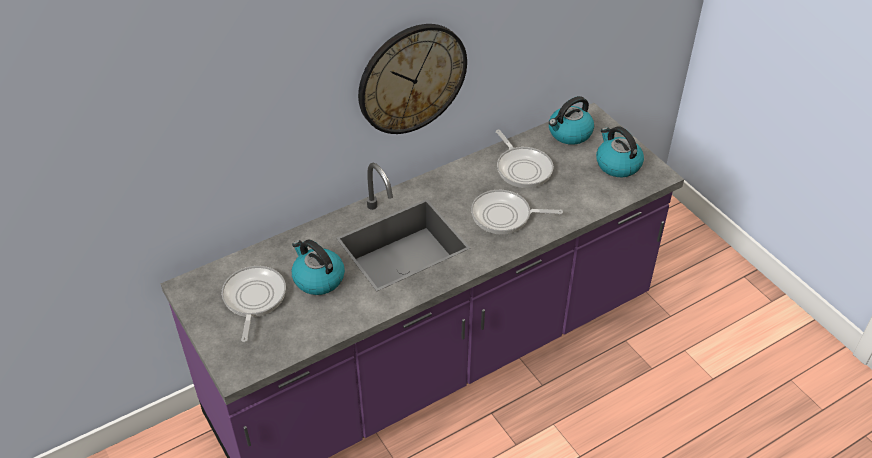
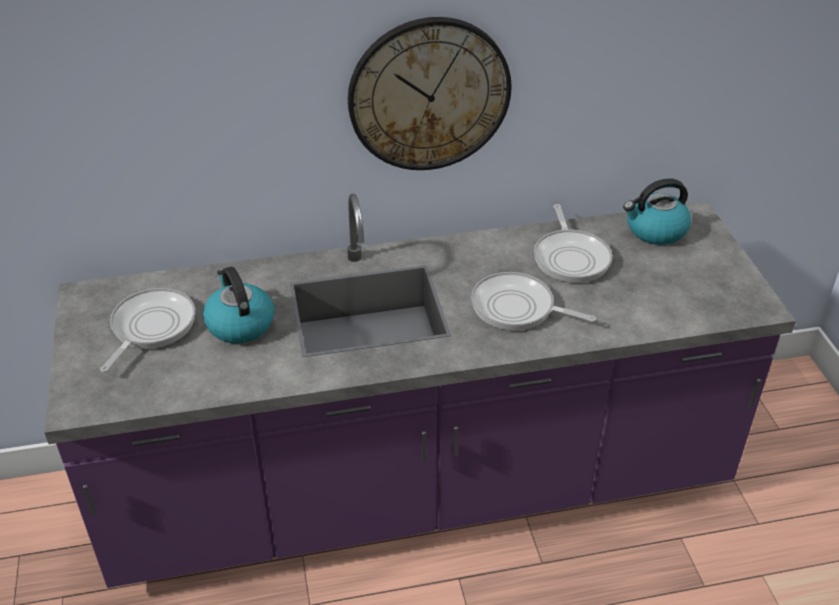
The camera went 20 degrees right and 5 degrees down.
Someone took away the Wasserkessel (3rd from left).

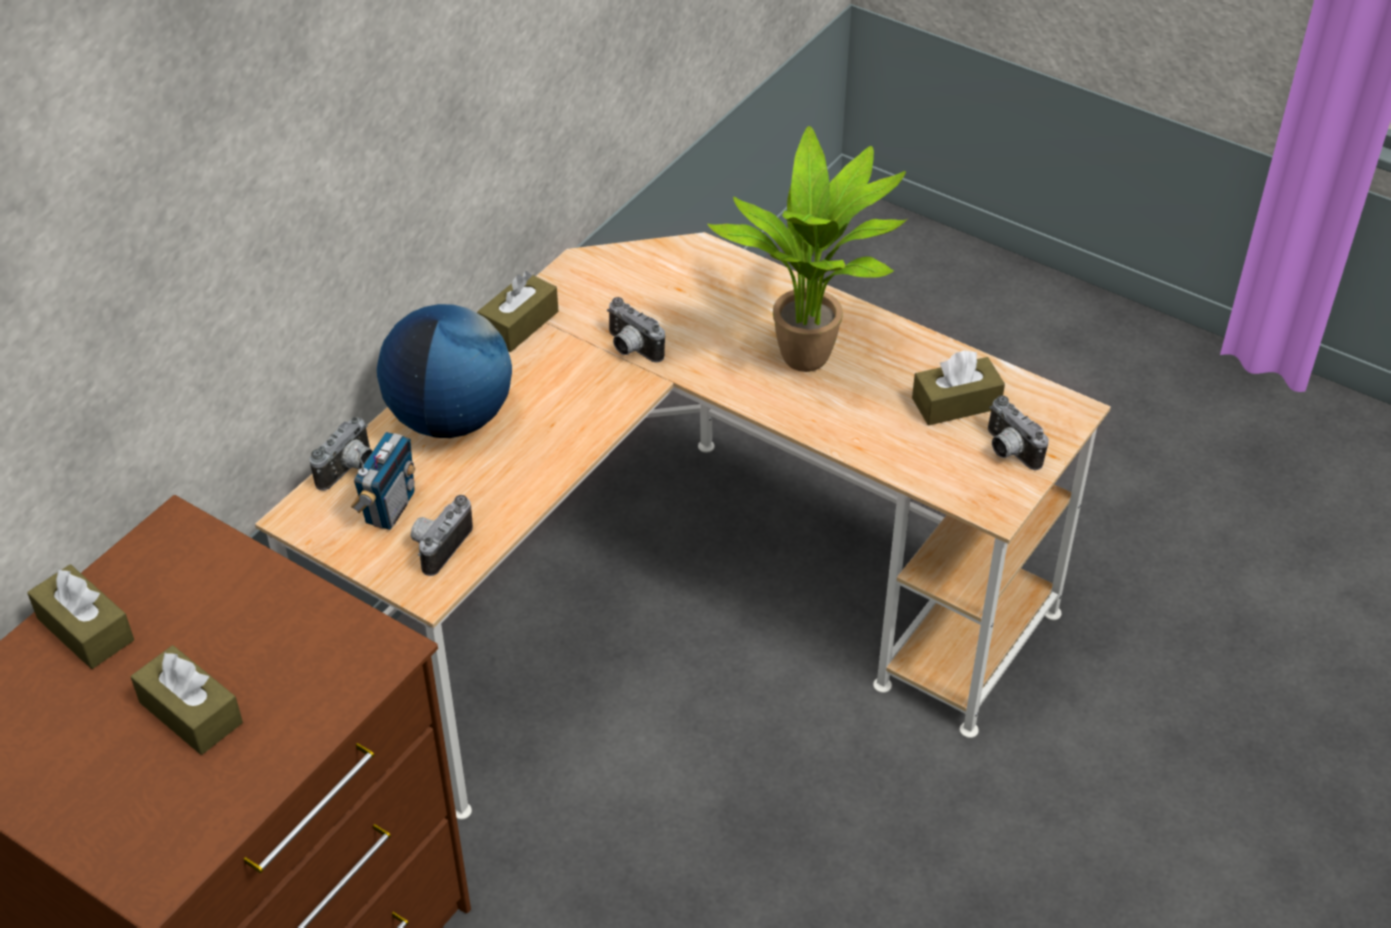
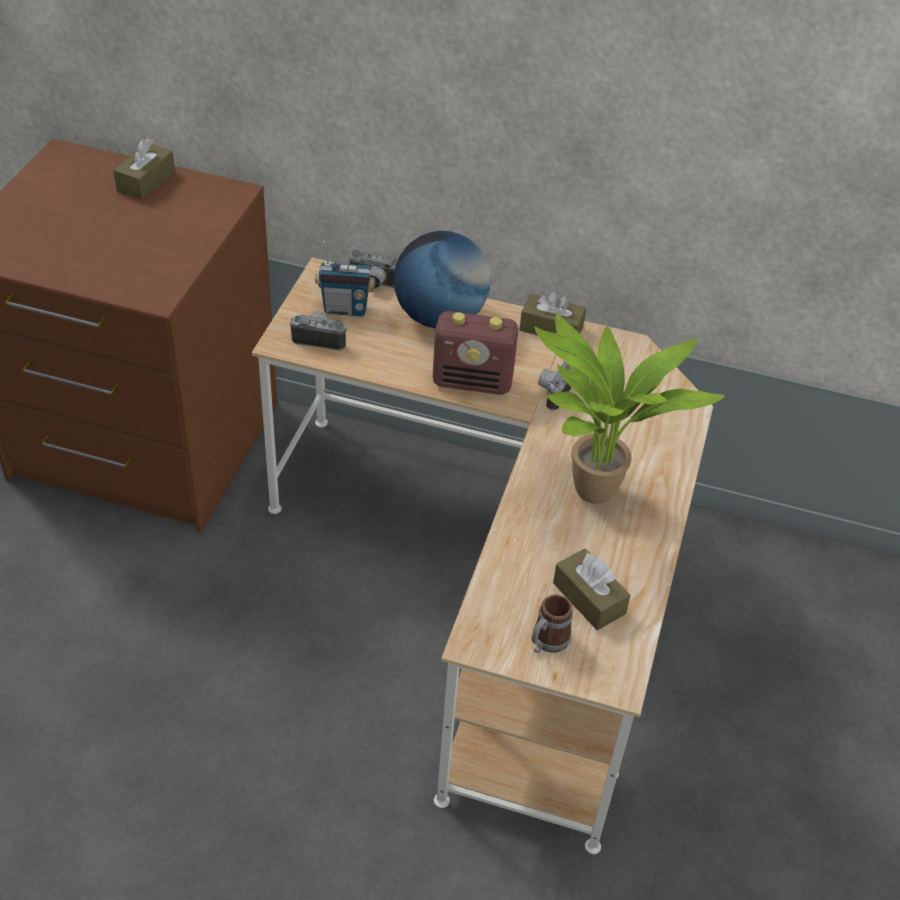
The camera went 70 degrees right and 0 degrees up.
Someone took away the Taschentuchbox (braun) (2nd from left).
Someone put down the Radio (2nd from left).
Someone swapped the Kamera (4th from left) for the Henkelbecher.

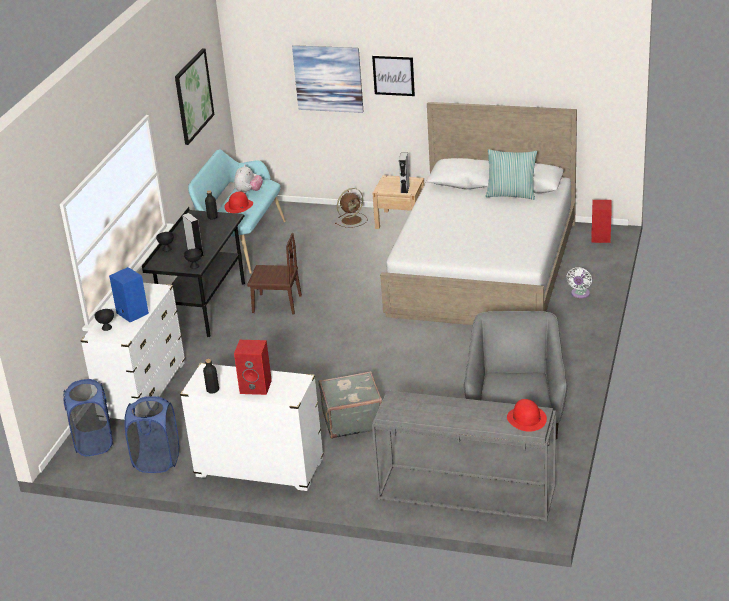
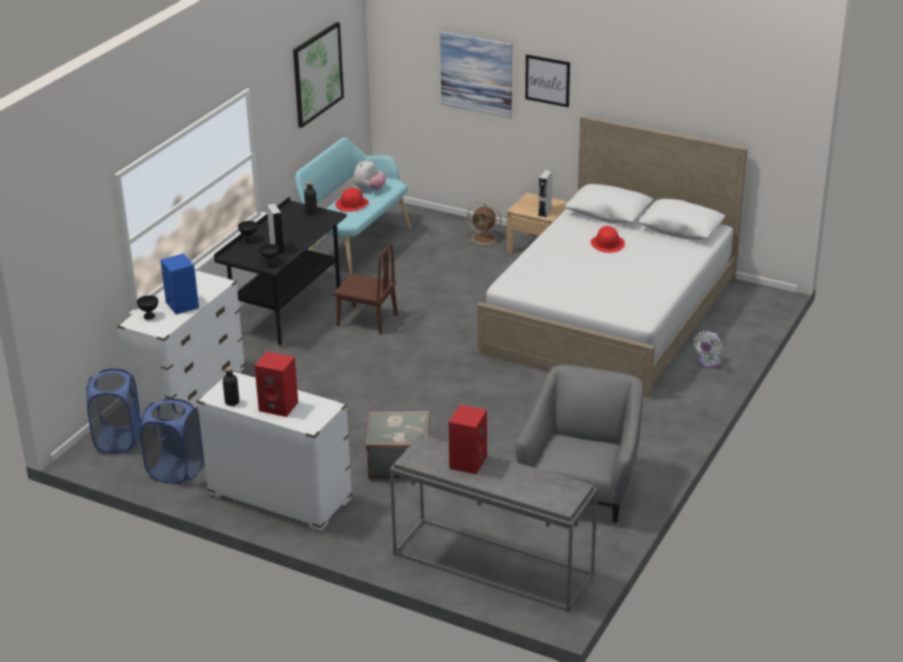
The camera went 10 degrees right and 0 degrees up.
Someone took away the Kissen.
Someone carried the Hut (rot) (2nd from left).
Someone carried the Lautsprecher (rot) (2nd from left).
Someone rotated the Ventilator (braun) by 45 degrees clockwise.

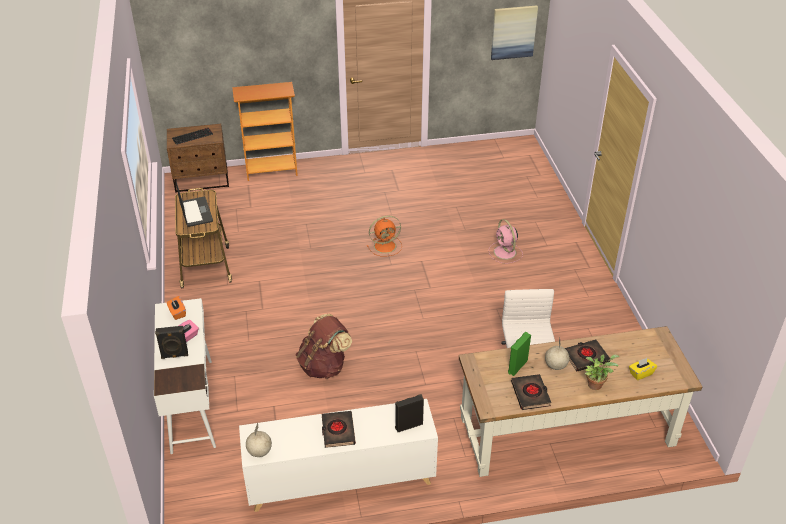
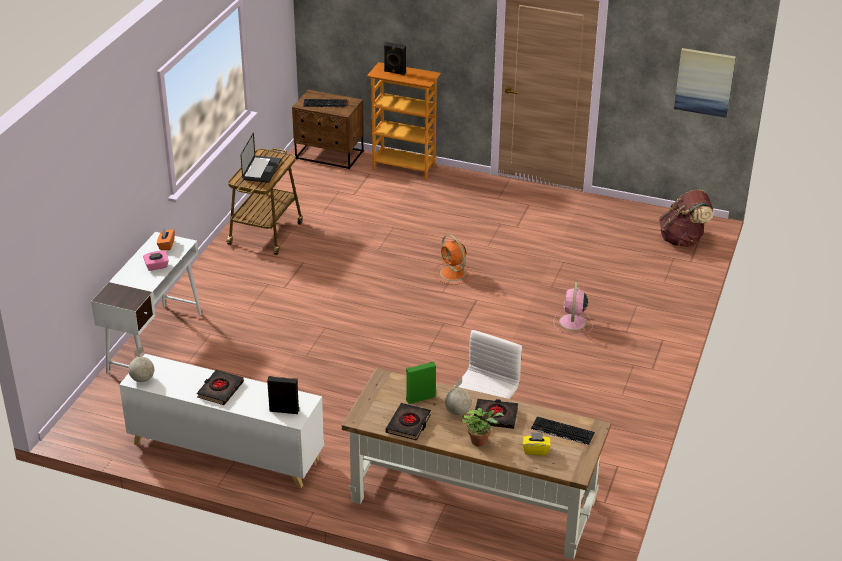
The camera went 30 degrees right and 5 degrees down.
Someone put down the Tastatur (2nd from left).
Someone carried the Lautsprecher (schwarz) (1st from left in the first image).
Someone carried the Rucksack (braun).
Someone rotated the Ventilator (orange) by 45 degrees clockwise.

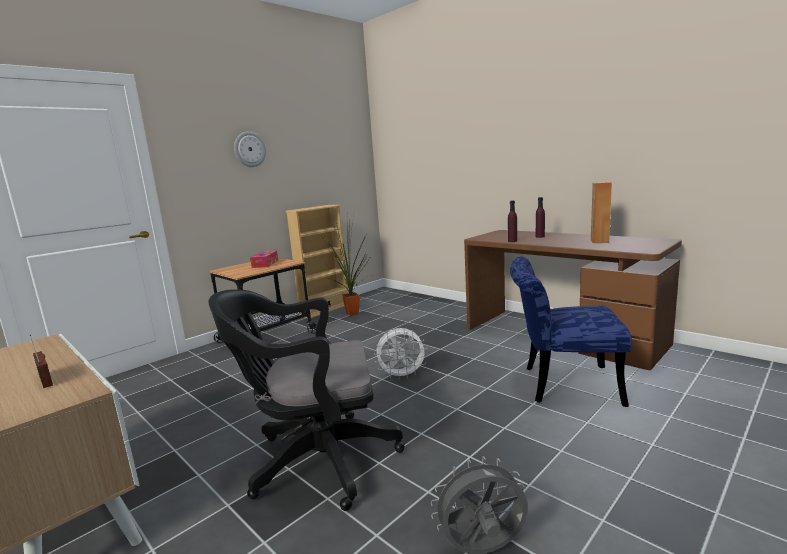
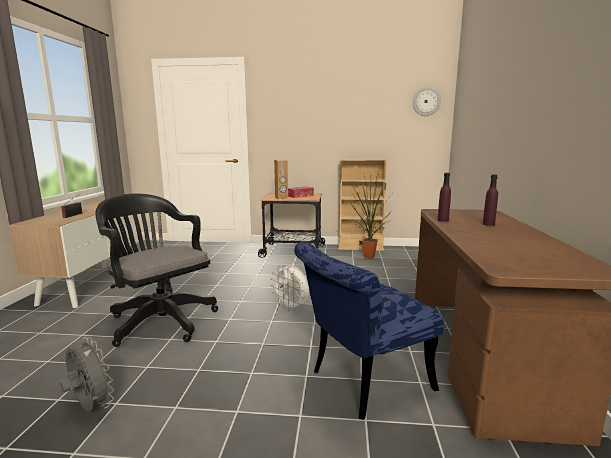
The camera went 50 degrees right and 0 degrees up.
Someone carried the Wanduhr.
Someone carried the Lautsprecher (braun).
Someone rotated the Stuhl (blau) by 90 degrees counterclockwise.

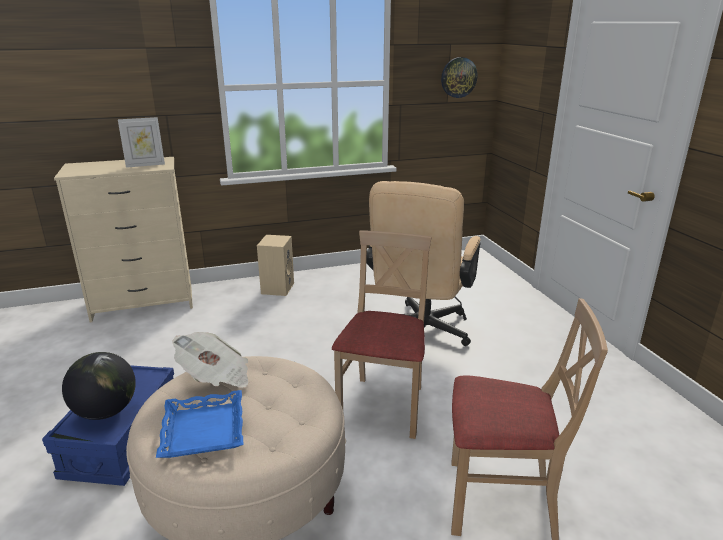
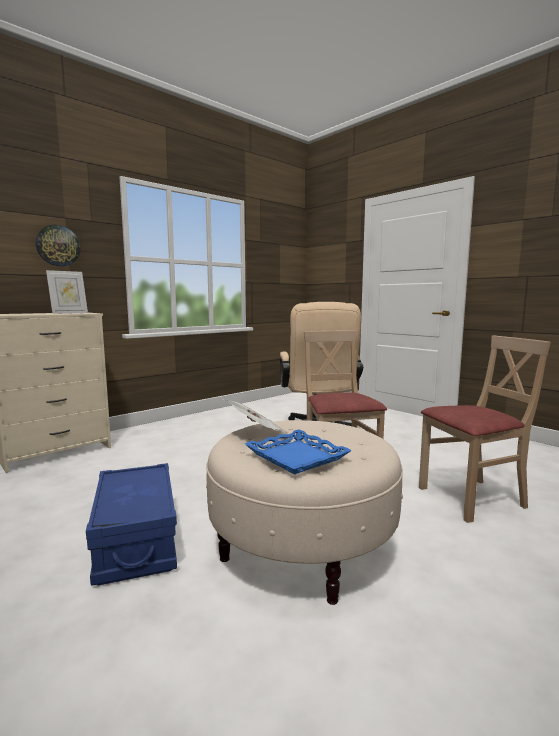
The camera went 25 degrees left and 15 degrees down.
Someone took away the Globus.
Someone took away the Lautsprecher (beige).
Someone carried the Wanduhr.

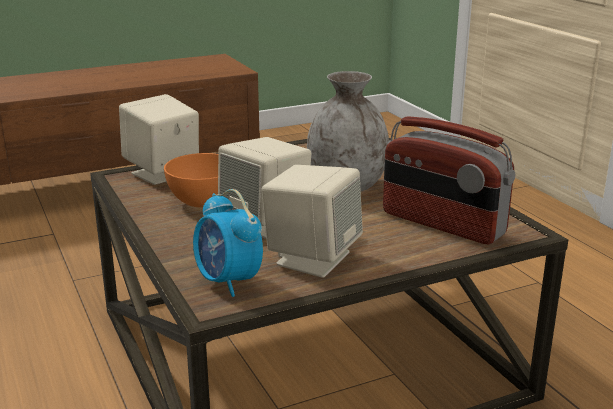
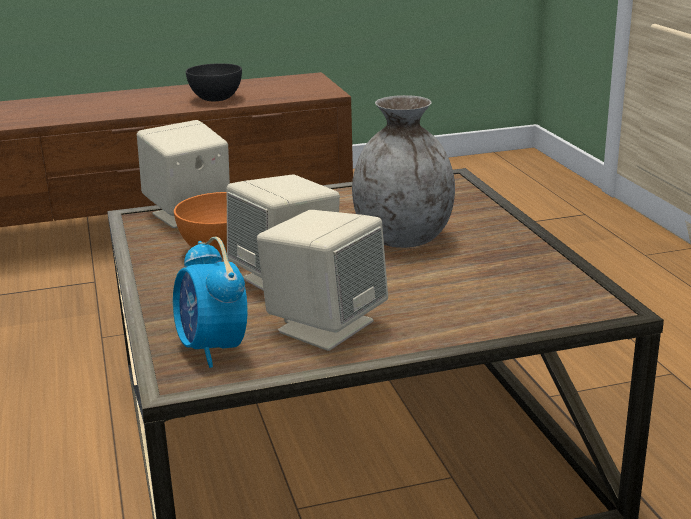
The camera went 10 degrees right and 0 degrees up.
Someone took away the Radio.
Someone put down the Schüssel (grau).

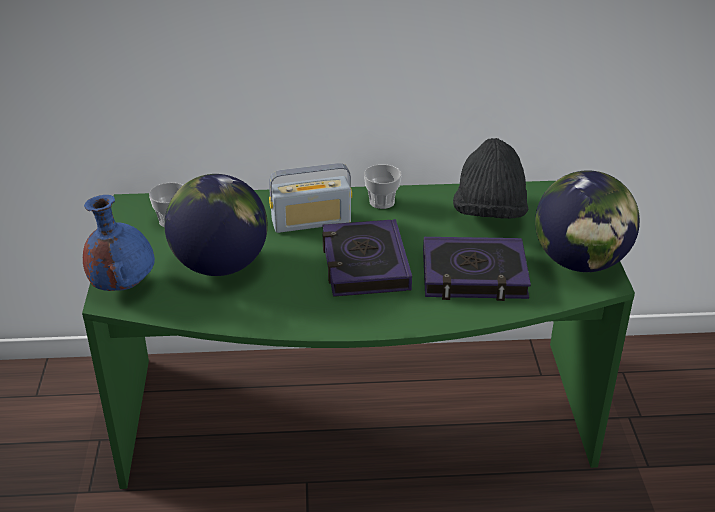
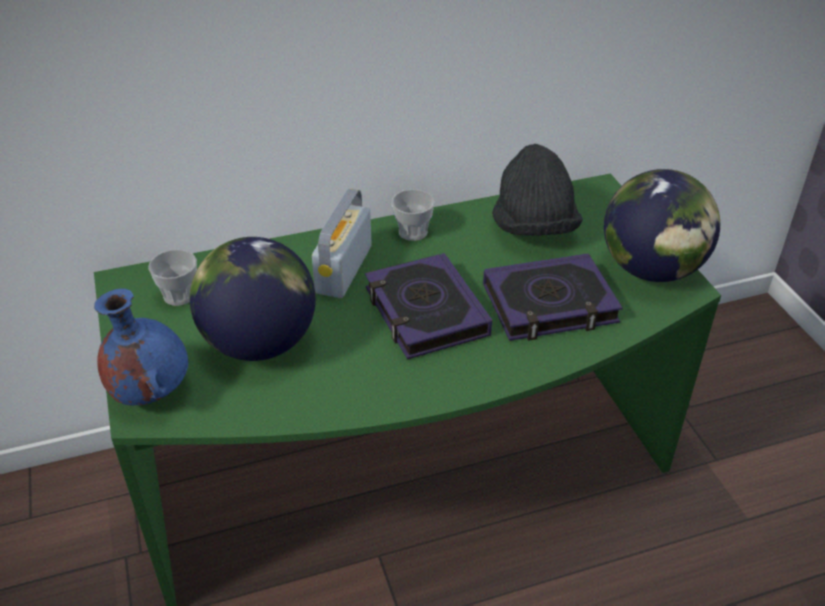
The camera went 15 degrees left and 5 degrees up.
Someone rotated the Radio by 135 degrees clockwise.

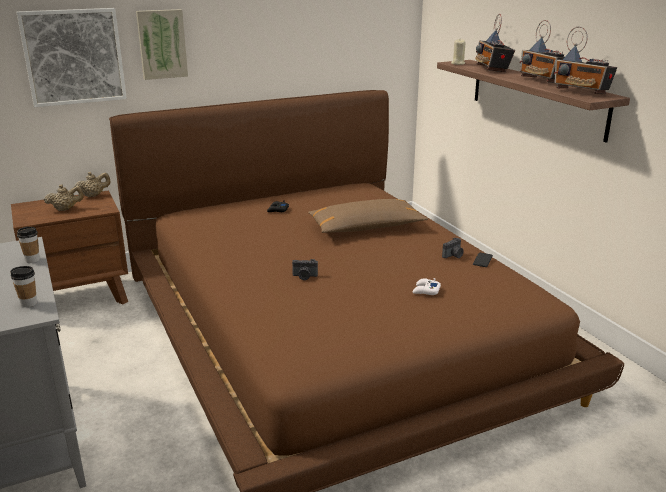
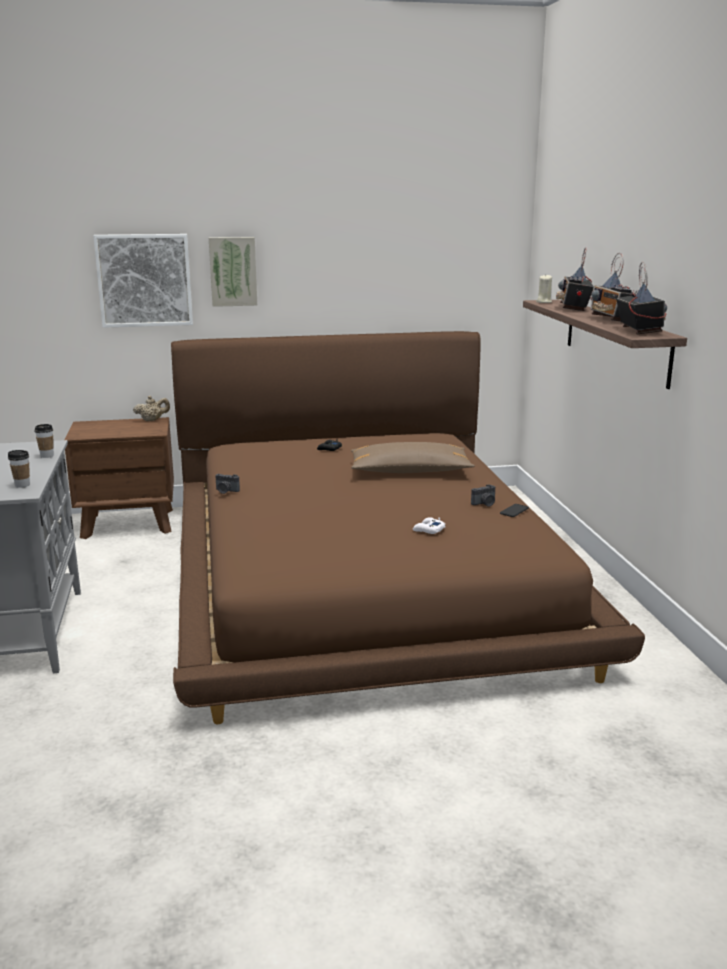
The camera went 15 degrees right and 5 degrees down.
Someone took away the Teekanne (beige) (1st from left).
Someone carried the Kamera (1st from left).
Someone rotated the Radio (3rd from left) by 150 degrees counterclockwise.

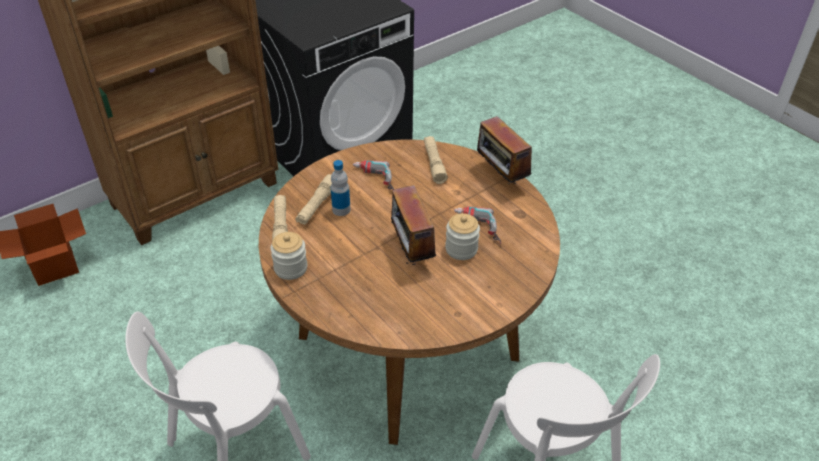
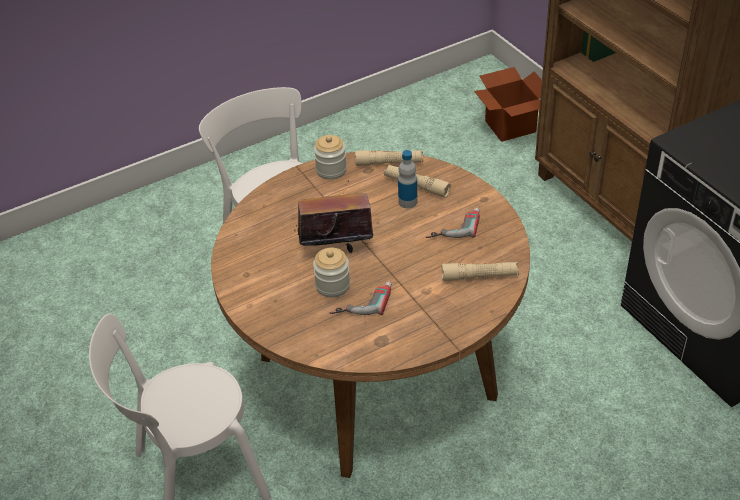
The camera went 100 degrees right and 0 degrees up.
Someone took away the Radio (2nd from left).

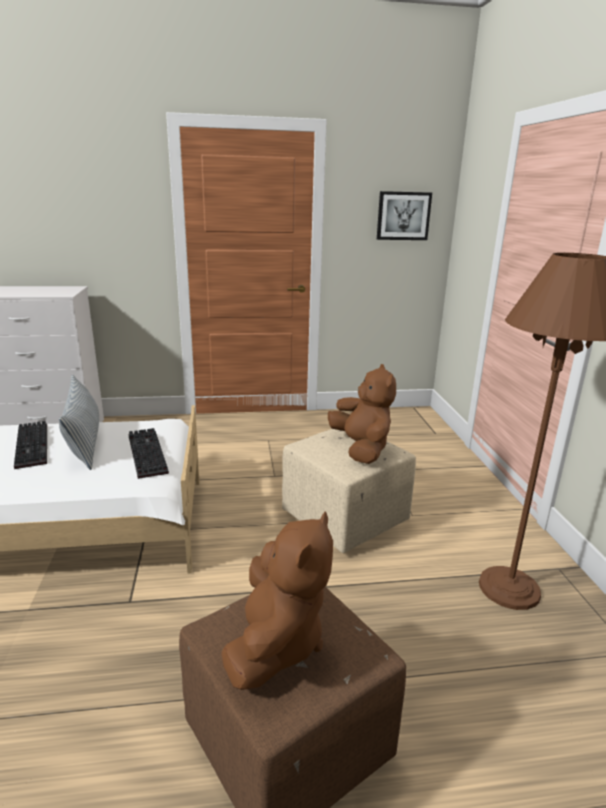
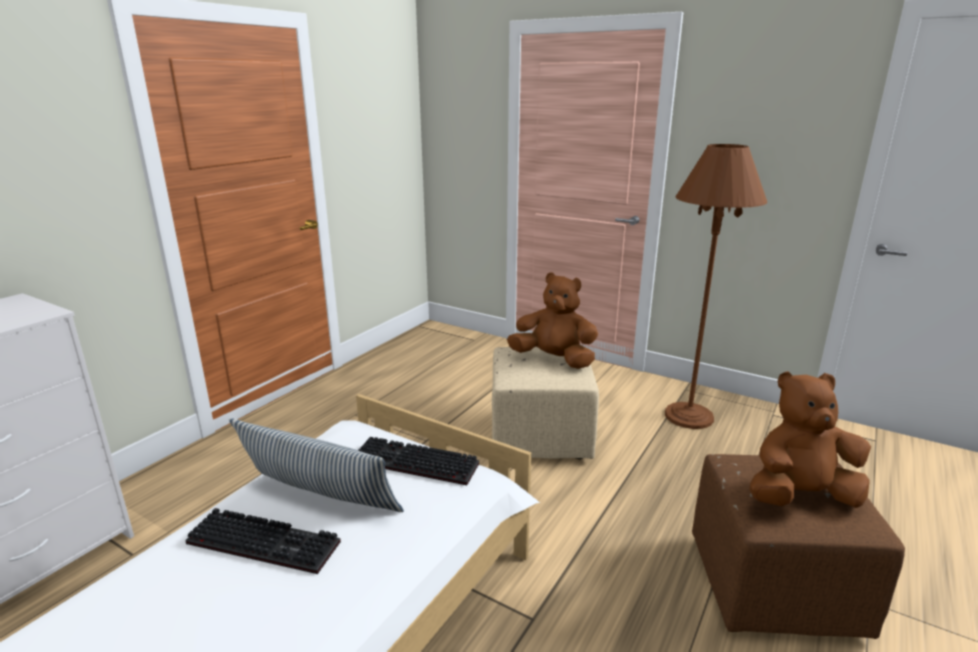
The camera went 50 degrees left and 0 degrees up.
Someone took away the Bild.
Someone rotated the Plüschtier (braun) (1st from left in the first image) by 60 degrees counterclockwise.

